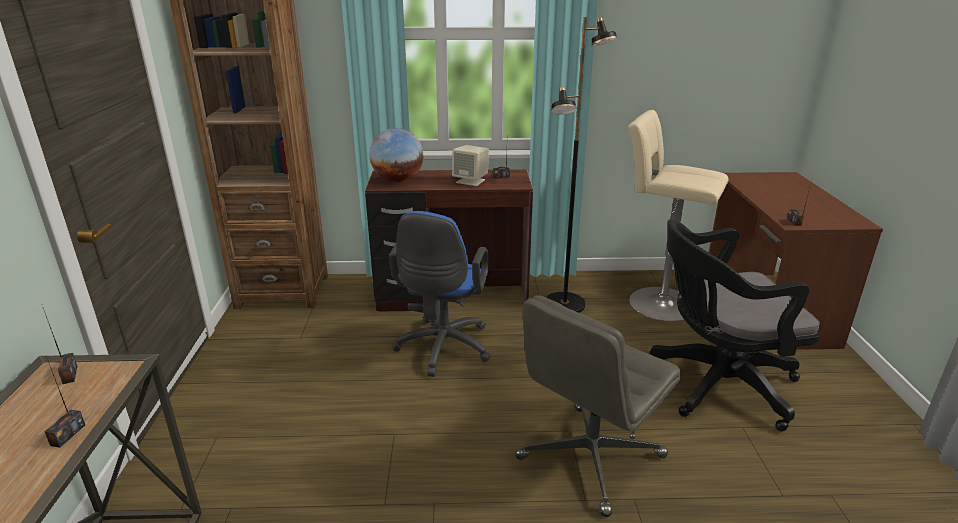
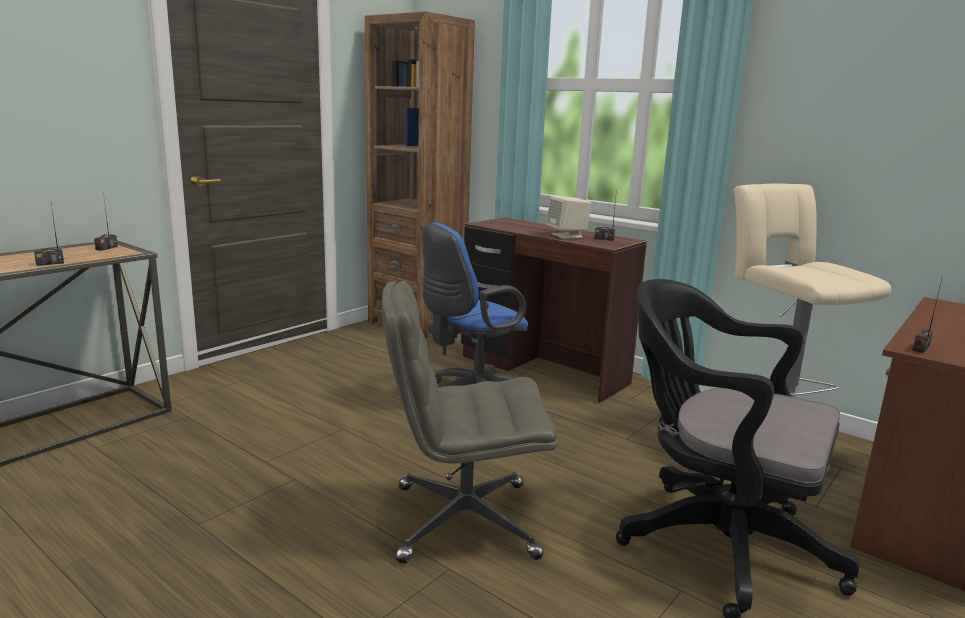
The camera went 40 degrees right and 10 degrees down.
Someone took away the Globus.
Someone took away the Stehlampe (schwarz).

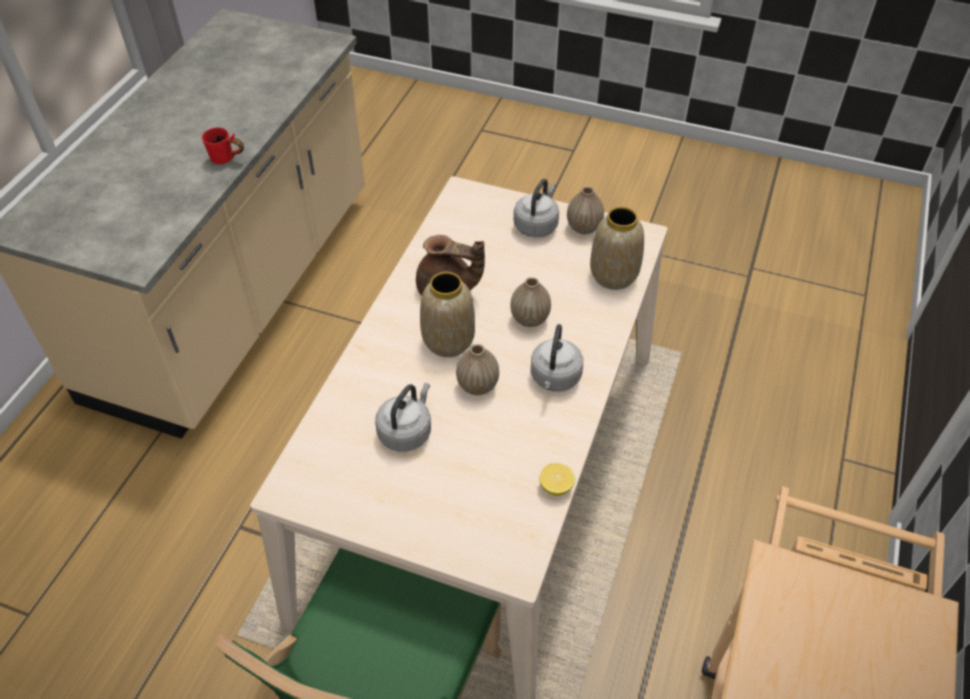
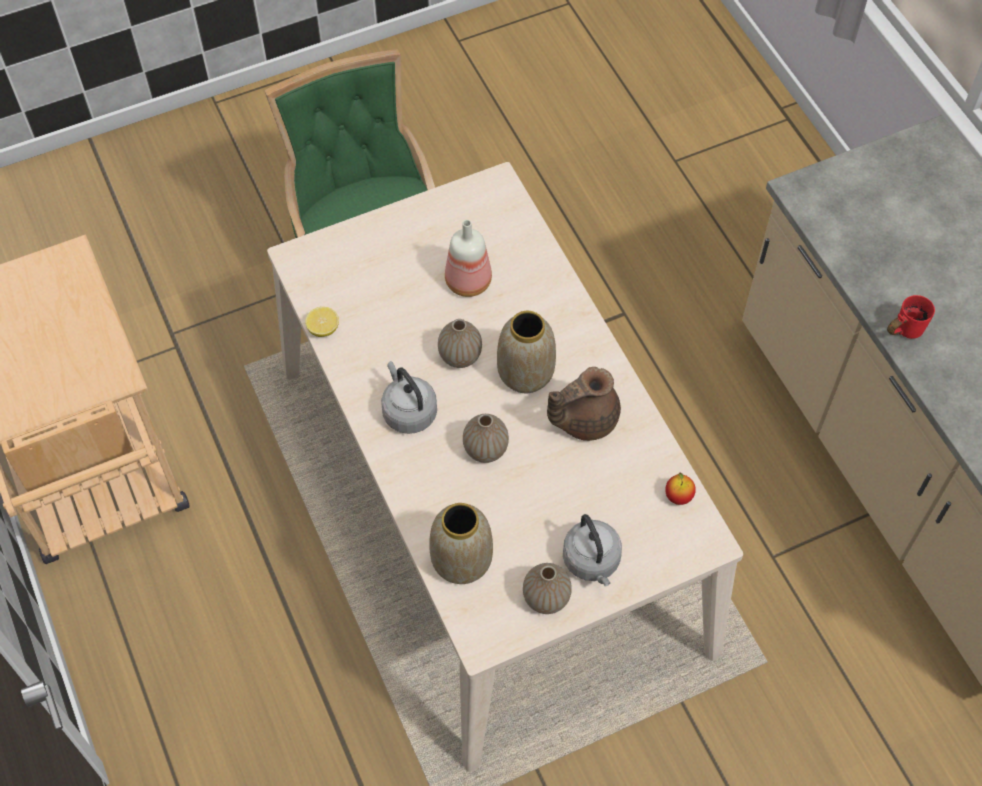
The camera went 135 degrees right and 10 degrees up.
Someone put down the Apfel.
Someone swapped the Wasserkessel (grau) (1st from left) for the Flasche.

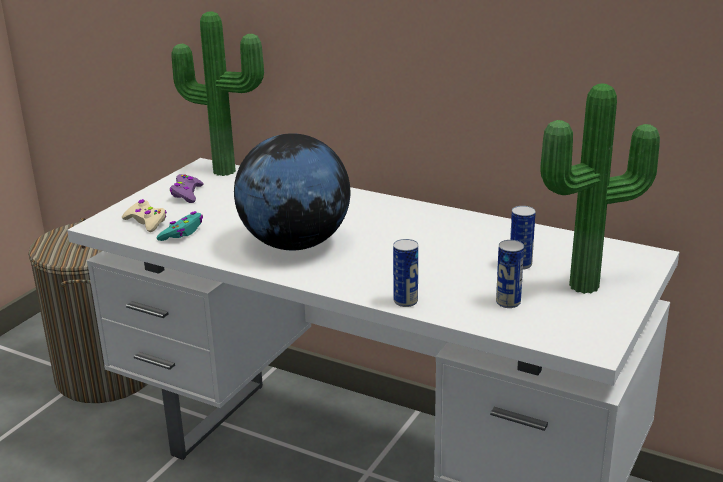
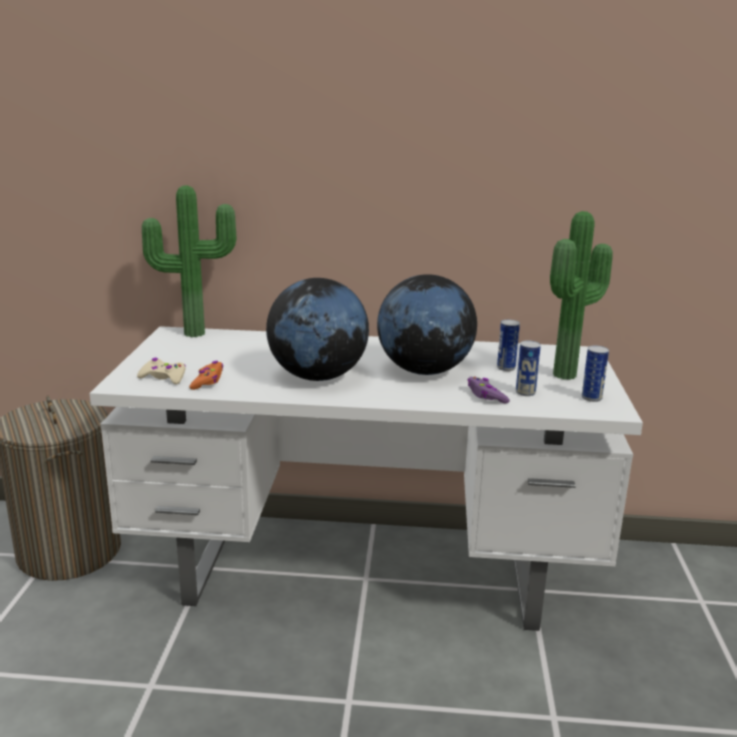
The camera went 25 degrees left and 5 degrees down.
Someone put down the Globus (2nd from left).
Someone carried the Gamepad (lila).
Someone carried the Dose (1st from left in the first image).
Someone repainted the Gamepad (türkis), which became the Gamepad (orange).

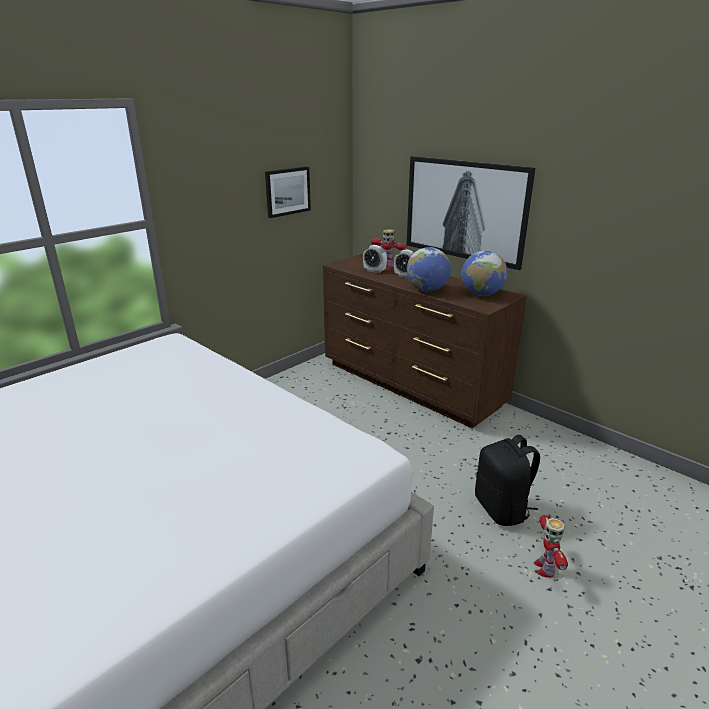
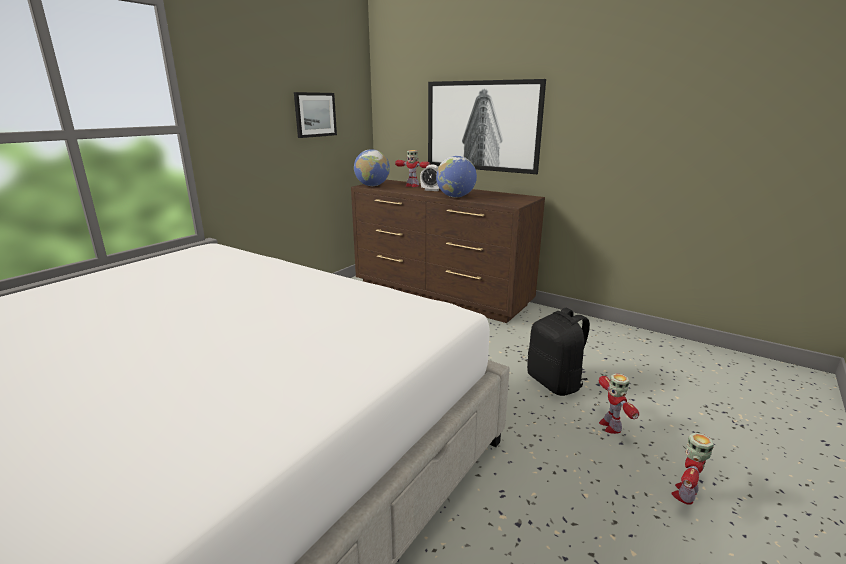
The camera went 10 degrees left and 5 degrees down.
Someone took away the Wecker (1st from left).
Someone put down the Spielzeugroboter (3rd from left).
Someone carried the Globus (2nd from left in the first image).

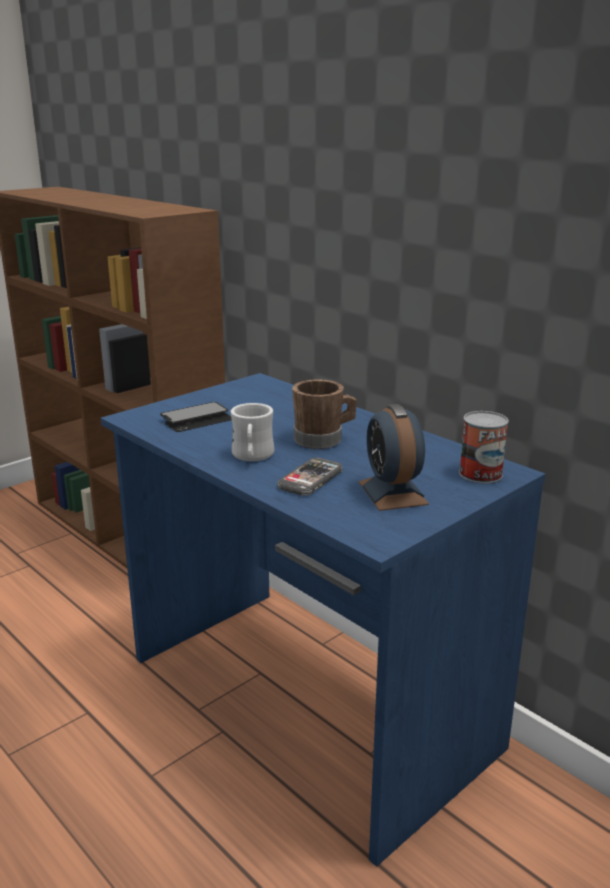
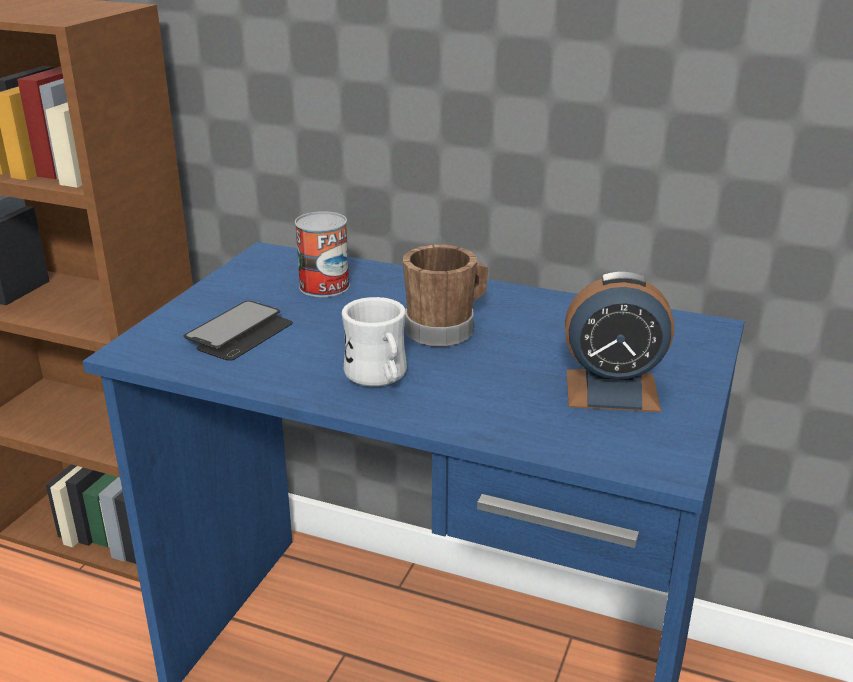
The camera went 25 degrees left and 5 degrees up.
Someone took away the Handy (2nd from left).
Someone carried the Dose.
Someone rotated the Wecker by 45 degrees counterclockwise.

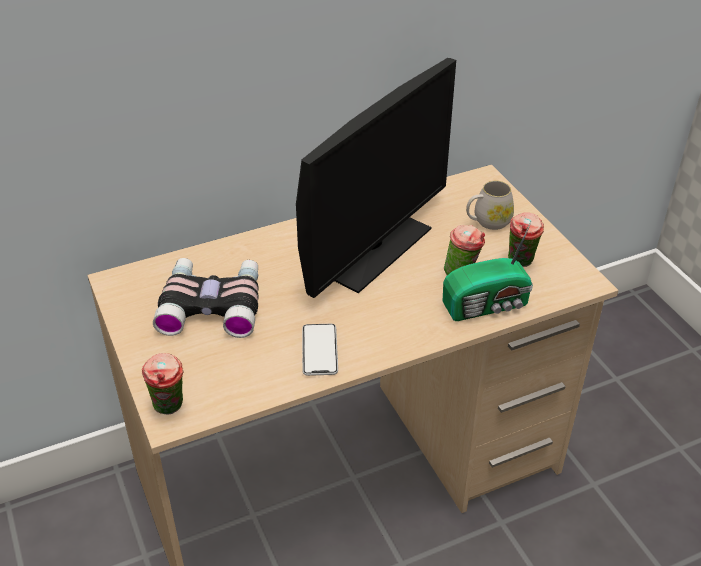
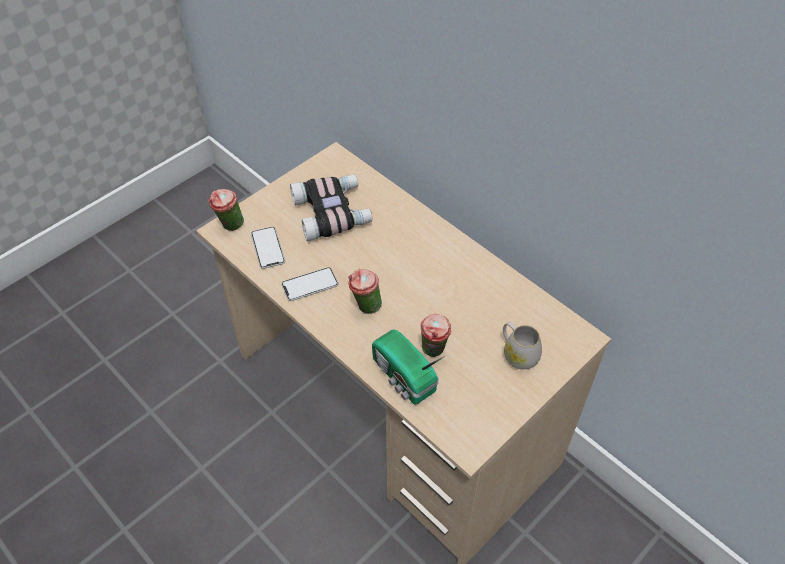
The camera went 70 degrees right and 10 degrees up.
Someone took away the Monitor.
Someone put down the Handy (1st from left).
Someone carried the Tasse (3rd from left in the first image).

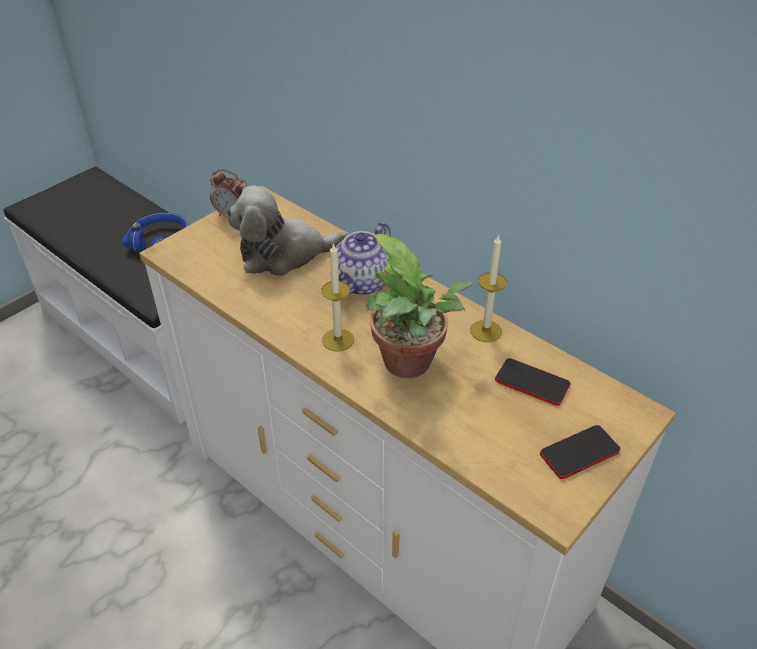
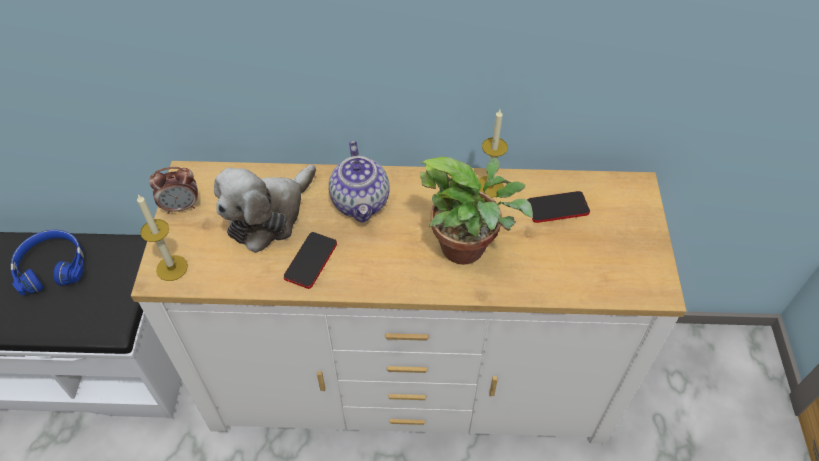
The camera went 40 degrees left and 10 degrees up.
Someone carried the Kerze (1st from left).
Someone carried the Handy (2nd from left in the first image).

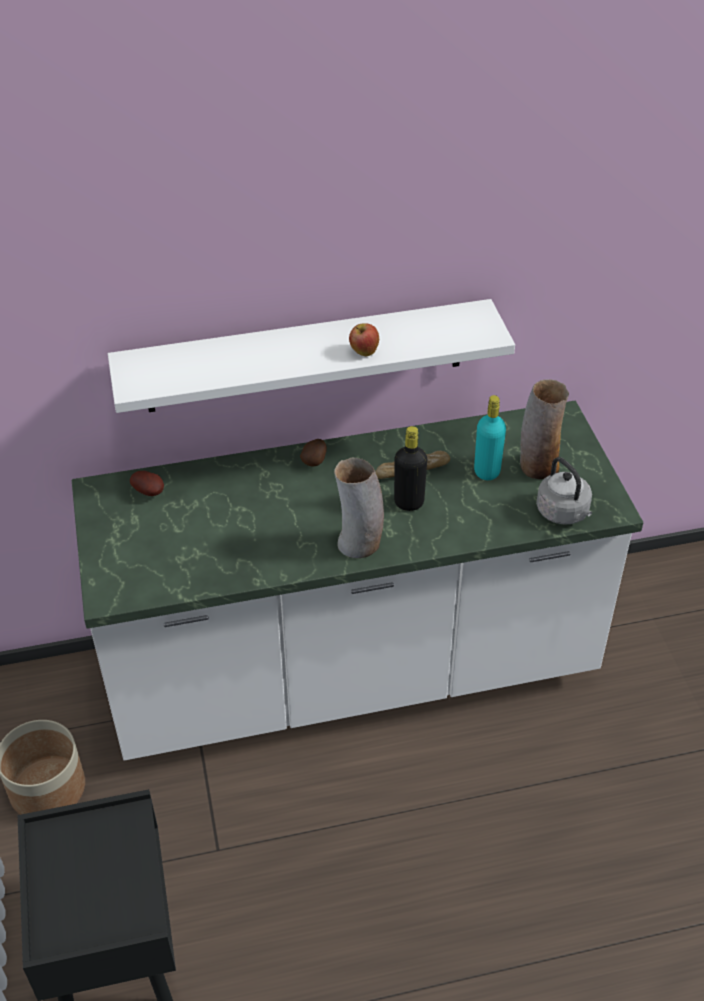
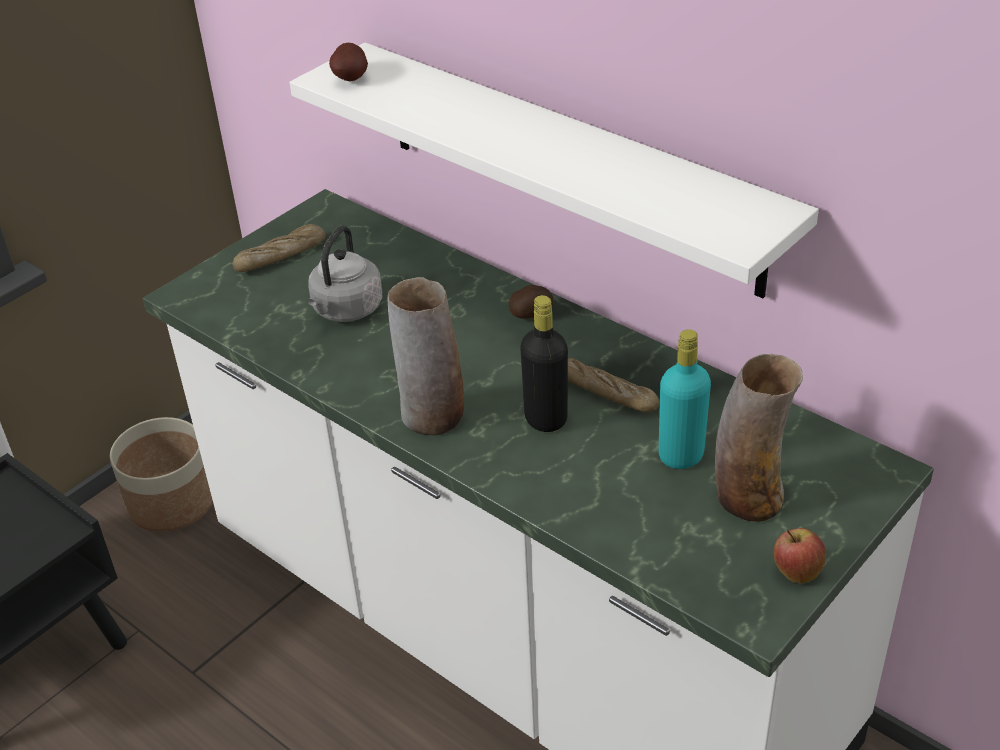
The camera went 55 degrees right and 5 degrees down.
Someone put down the Brot (1st from left).
Someone carried the Kartoffel (1st from left).
Someone carried the Apfel.
Someone carried the Wasserkessel (grau).

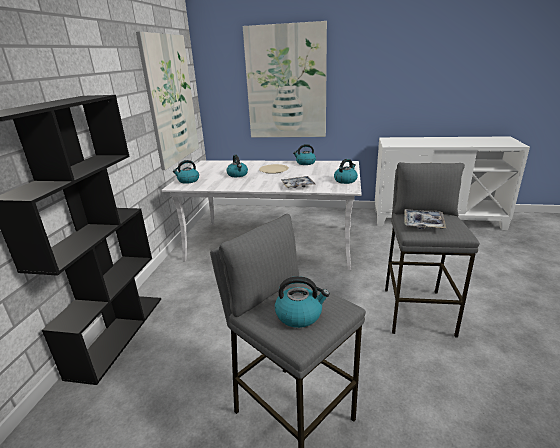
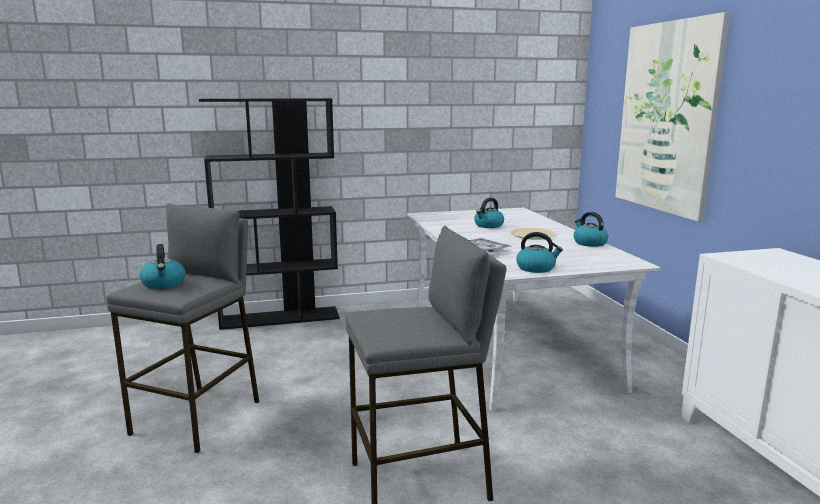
The camera went 65 degrees right and 10 degrees down.
Someone took away the Bild (1st from left).
Someone took away the Wasserkessel (1st from left).
Someone took away the Tablett (2nd from left).

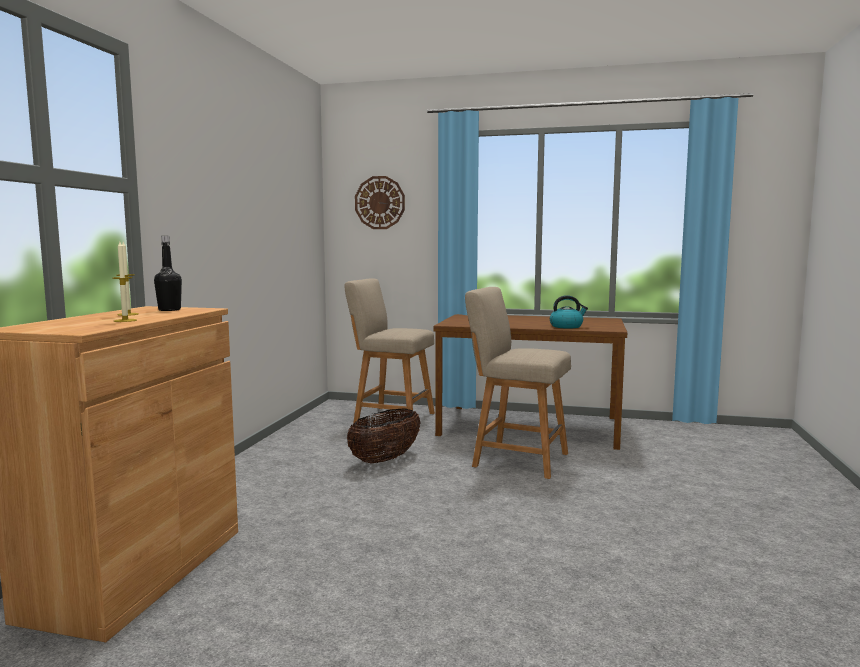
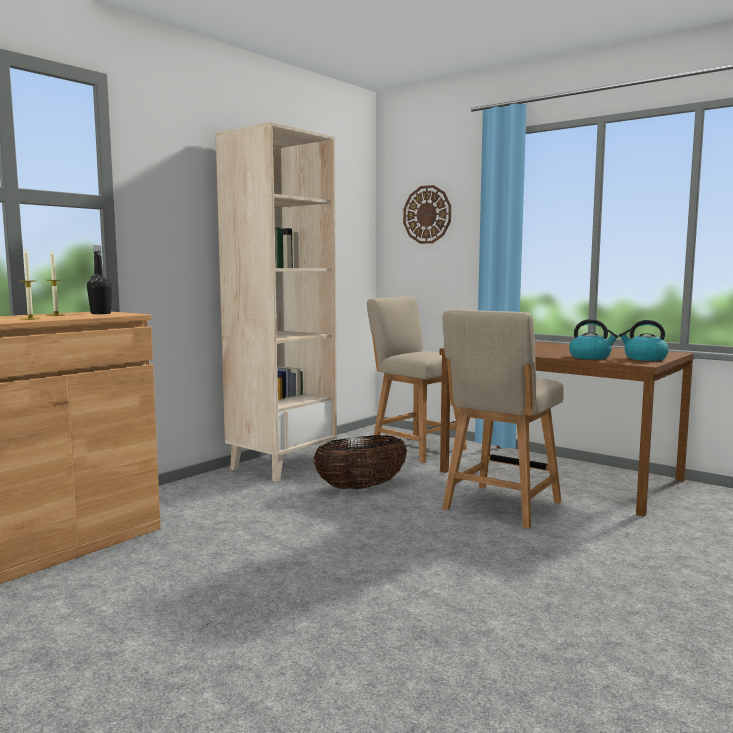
The camera went 25 degrees right and 0 degrees up.
Someone put down the Bücherregal (beige).
Someone put down the Wasserkessel (2nd from left).
Someone rotated the Stuhl (beige) (2nd from left) by 105 degrees counterclockwise.

